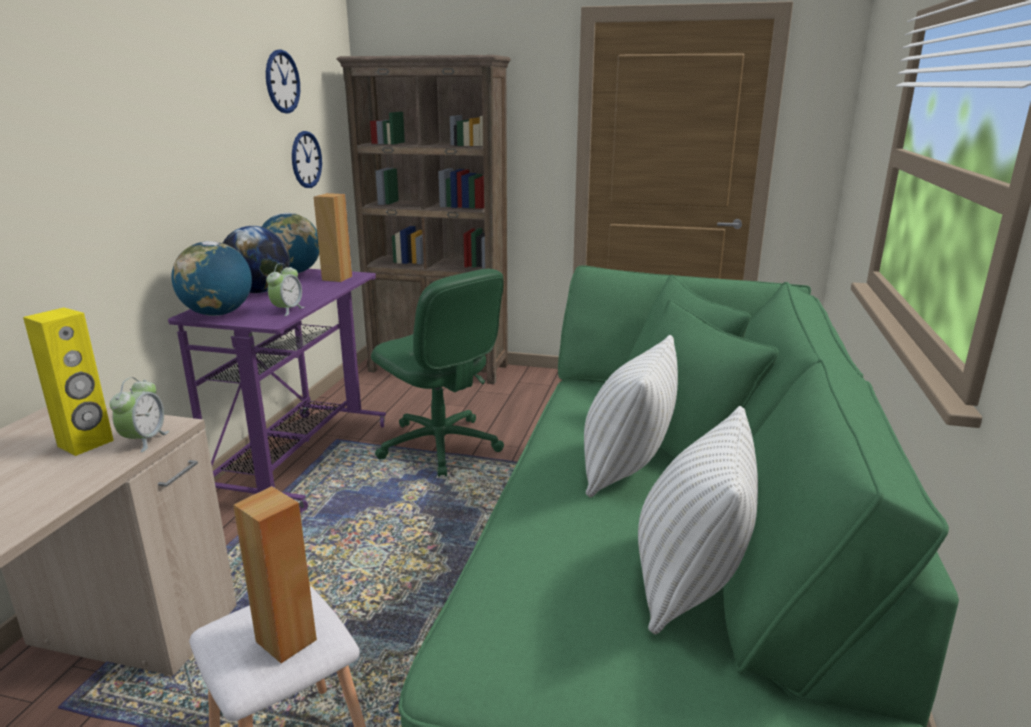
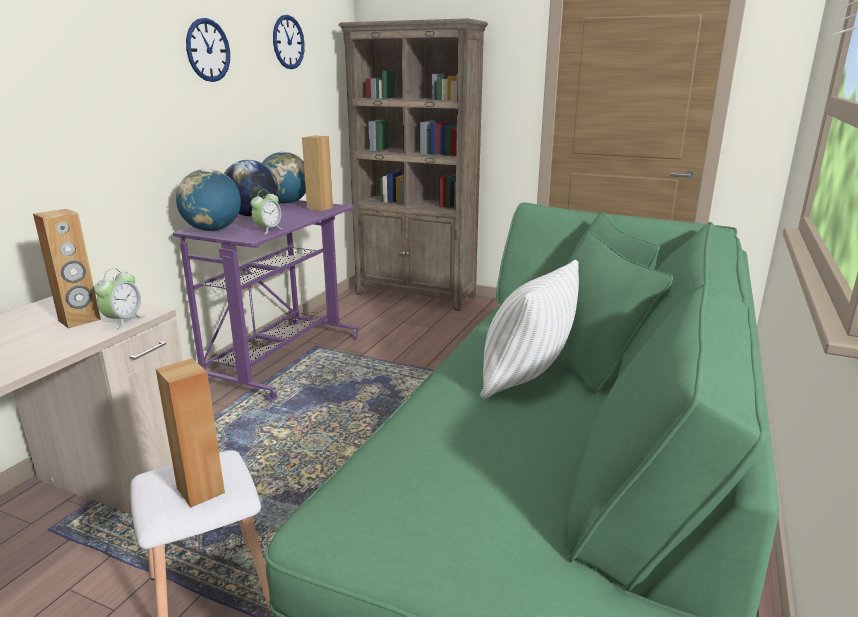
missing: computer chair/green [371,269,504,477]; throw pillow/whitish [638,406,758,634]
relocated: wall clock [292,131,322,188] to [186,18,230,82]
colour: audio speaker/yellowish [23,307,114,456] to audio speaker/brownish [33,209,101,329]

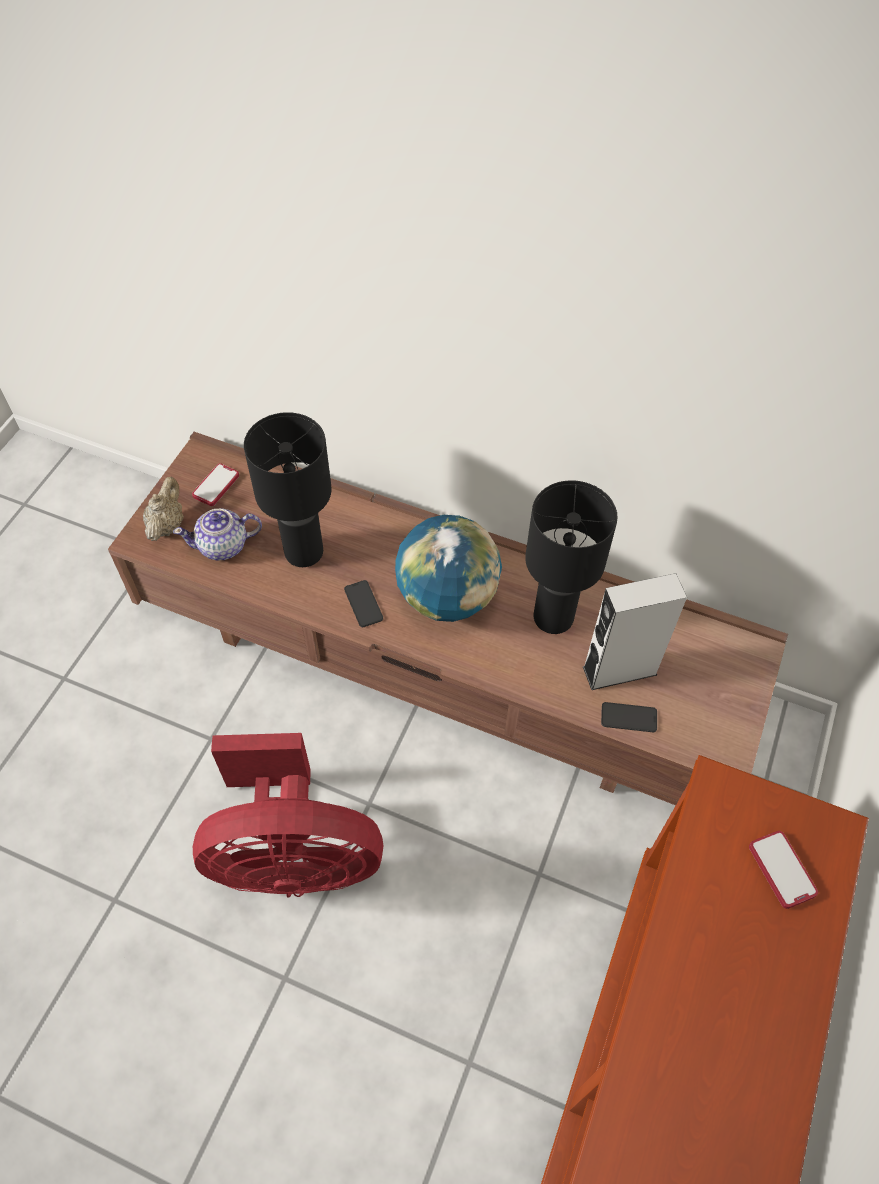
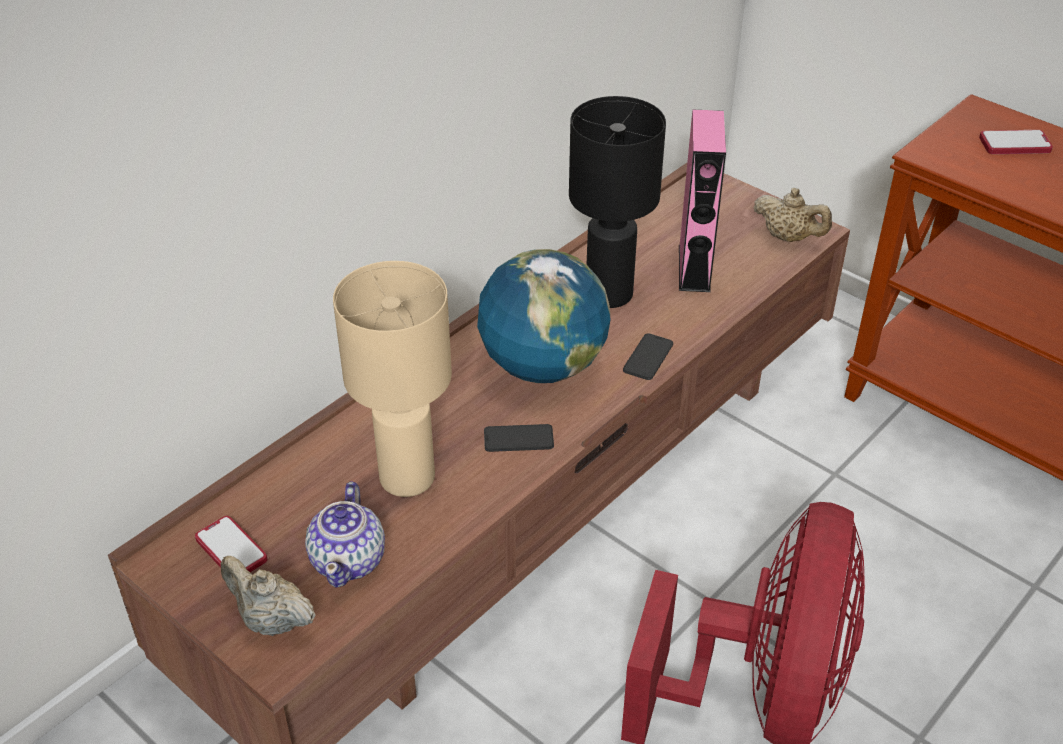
appeared: tea pot/sand-coloured [753,188,832,242]
relocated: phone [601,702,657,732] to [623,333,673,380]
colour: tabletop lamp/black-coloured [244,412,332,567] to tabletop lamp/sand-coloured [333,261,452,497]; audio speaker/gray [582,573,687,690] to audio speaker/pinkish [679,109,726,292]

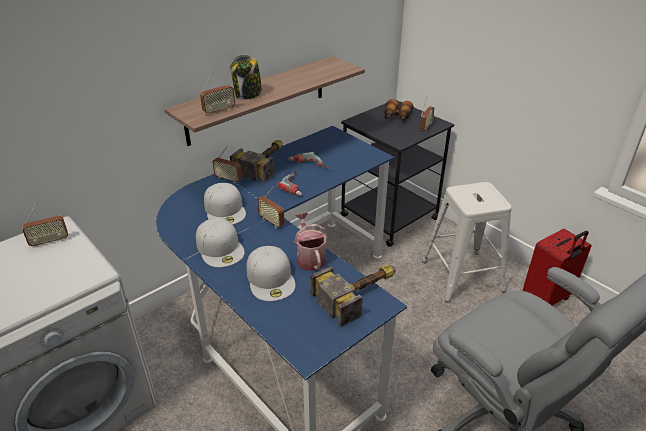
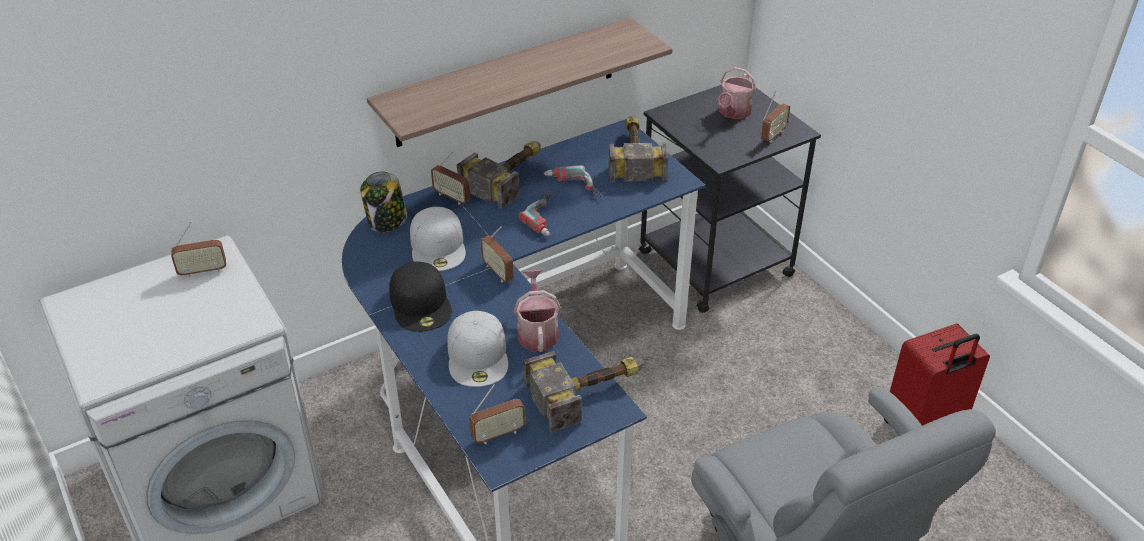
missing: stool seat/whitish [422,182,512,302]
appeared: tool hammer [609,116,668,182]
relocated: storage jar [230,55,262,100] to [360,171,407,232]; radio receiver [200,71,235,115] to [469,384,525,444]
exchanged: binoculars [384,99,414,121] to sprinkling can [718,67,756,119]
colour: baseball cap/whitish [196,218,245,268] to baseball cap/black-coloured [389,262,452,332]

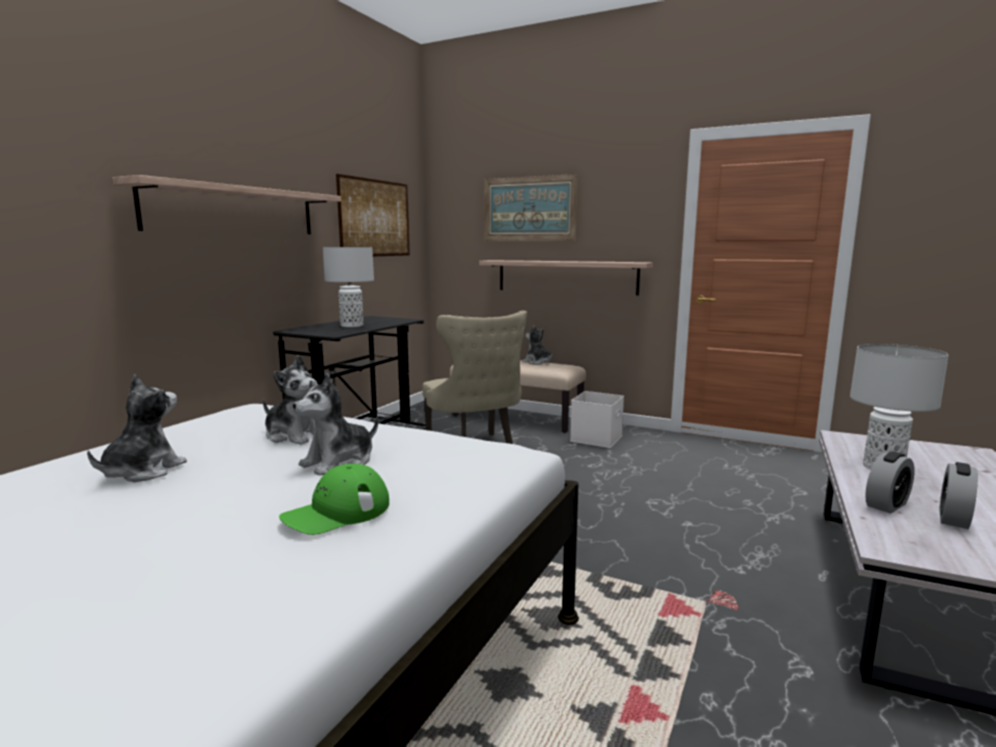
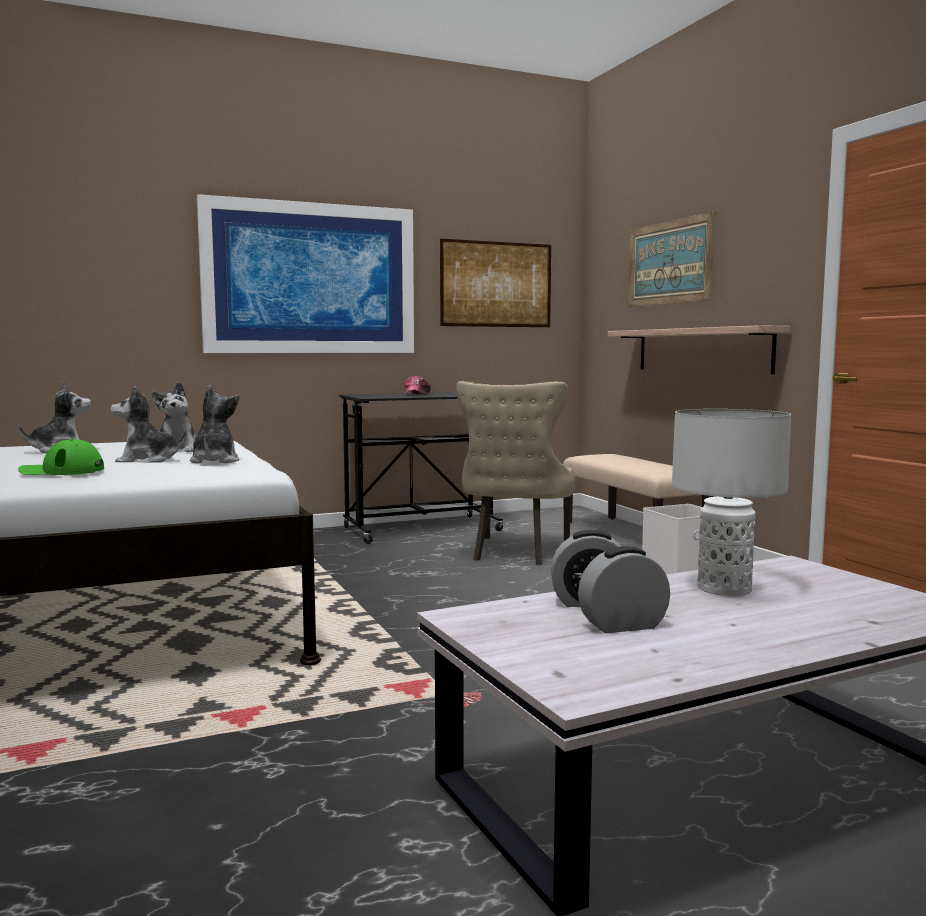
relocated: soft toy [523,325,553,365] to [190,385,239,464]
exchanged: bracket shelf [112,175,341,234] to wall picture [197,194,414,353]; tabletop lamp/whitish [323,247,374,327] to baseball cap [404,375,431,396]

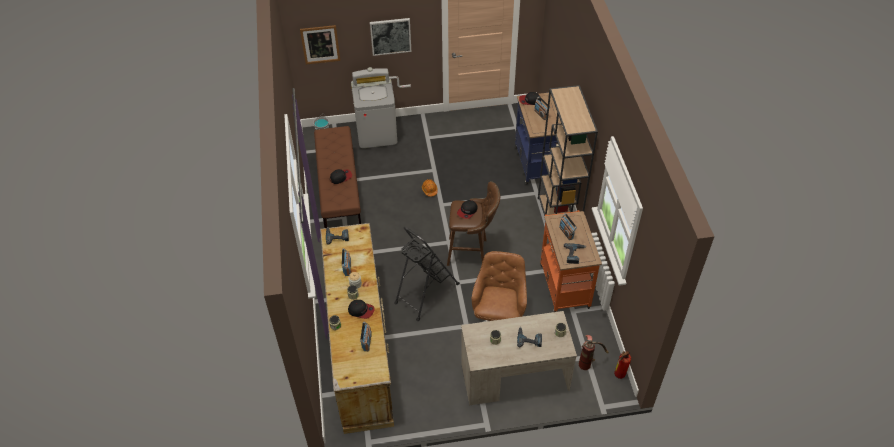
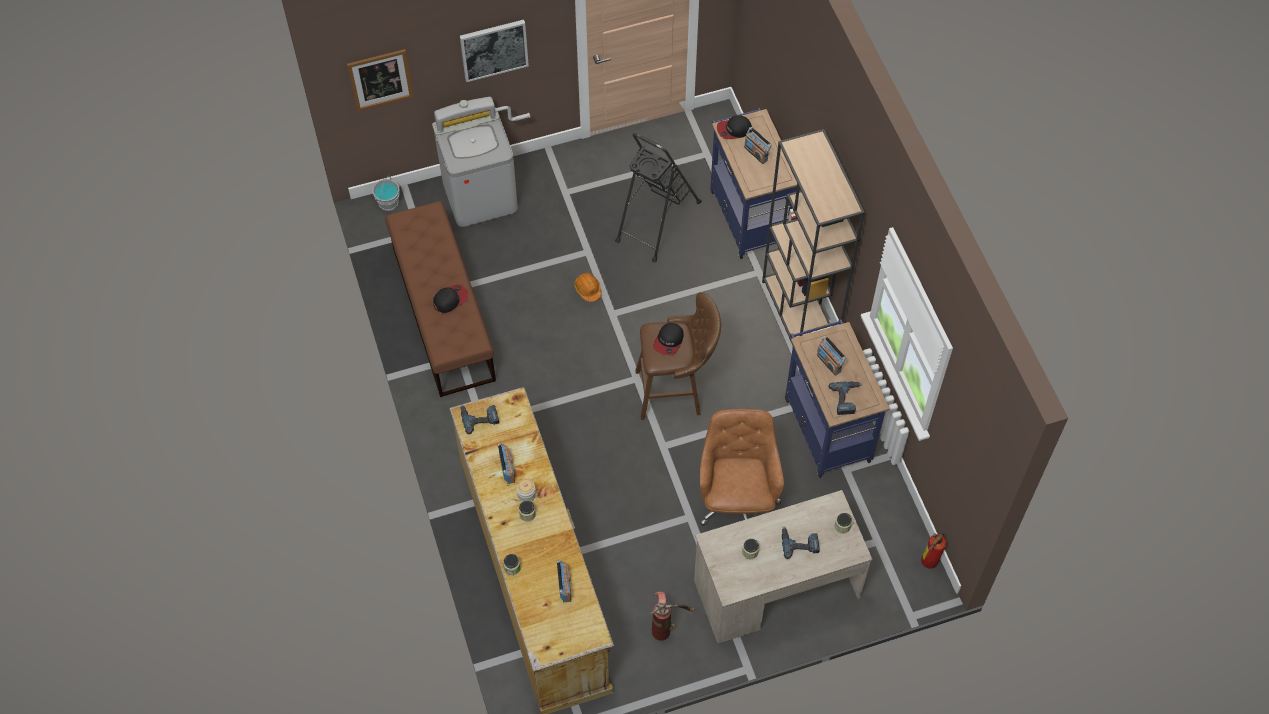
missing: baseball cap [348,300,375,319]
relocated: stepladder [394,227,460,321] to [615,133,702,262]; fire-fighting cylinder [579,335,609,370] to [650,591,695,641]
colour: trolley/orange [540,210,602,312] to trolley/blue-coloured [785,319,889,478]

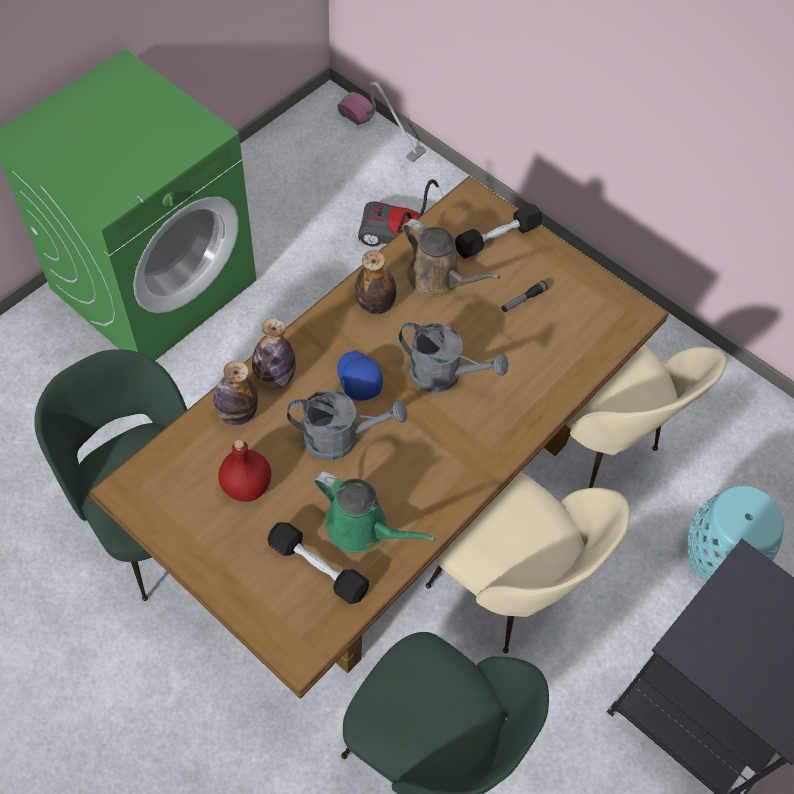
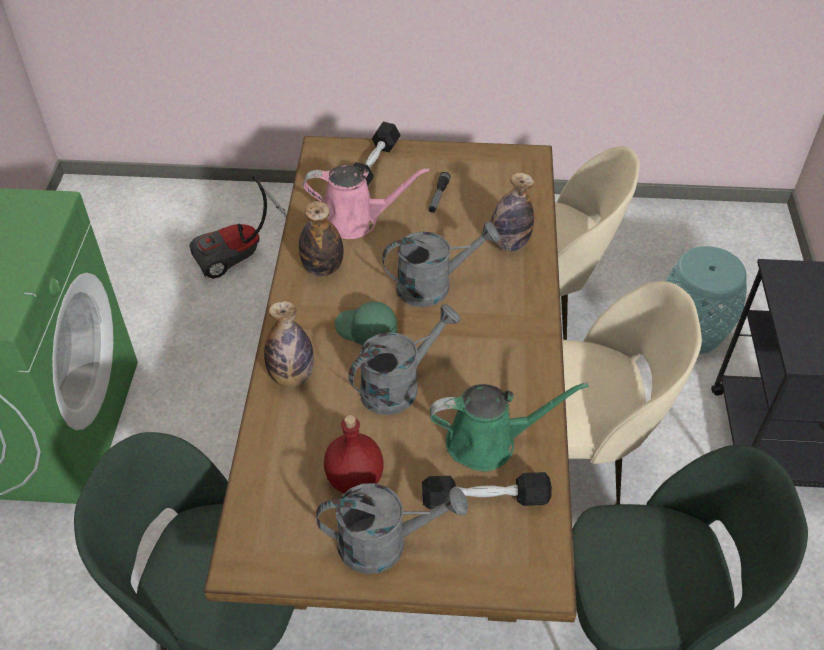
missing: vacuum cleaner [337,82,426,162]
appeared: sprinkling can/gray [316,483,468,574]
relocated: drink bottle [213,361,258,426] to [491,172,534,251]
colour: sprinkling can/brownish [403,219,500,297] to sprinkling can/pinkish [303,165,430,239]; baseball cap/blue-coloured [337,351,383,401] to baseball cap/green [335,301,397,345]

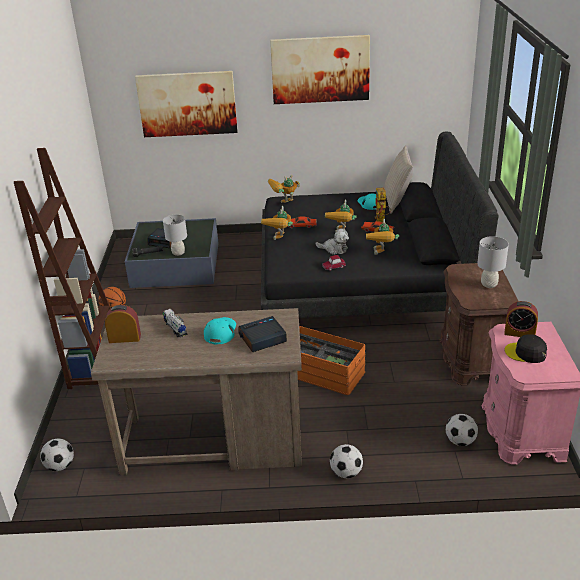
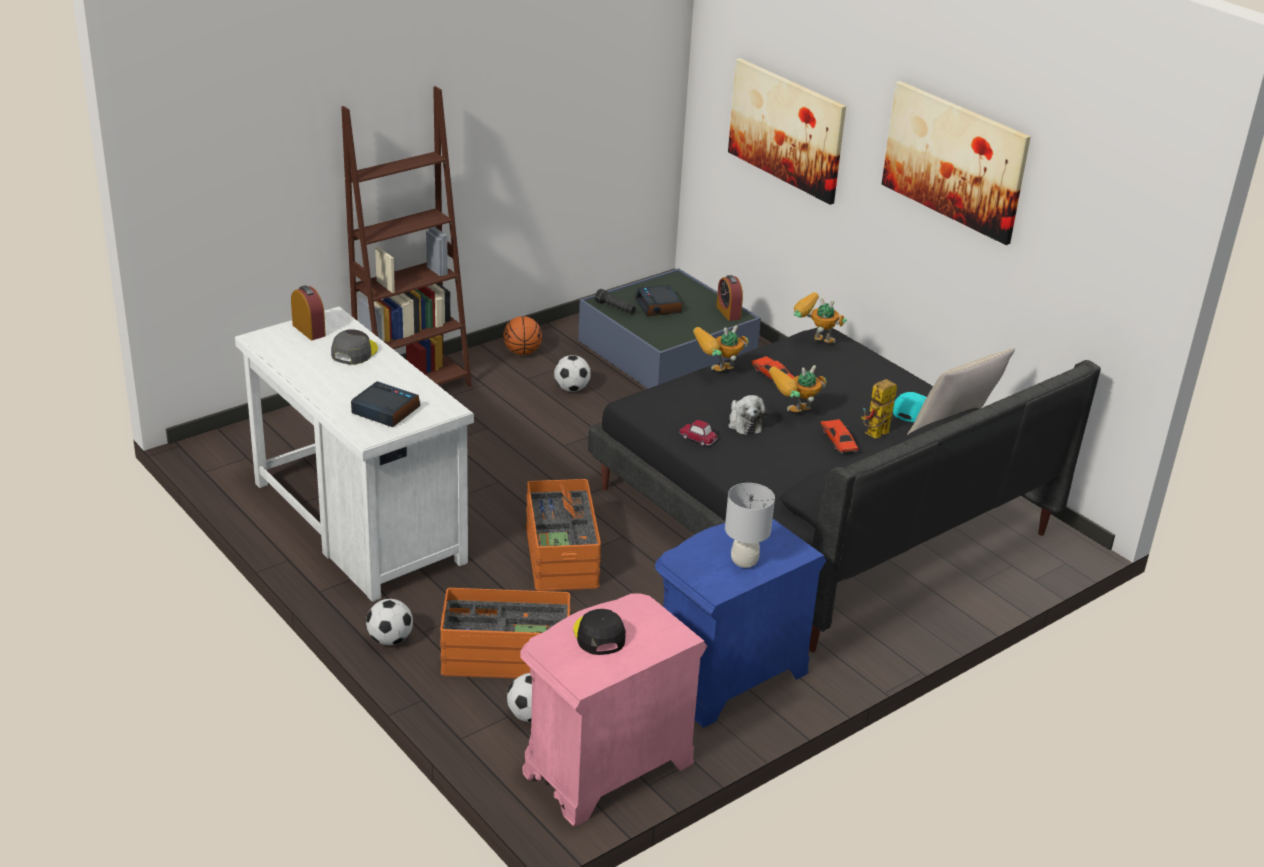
missing: tabletop lamp/gray [163,214,187,256]; toy robot [366,219,399,255]; baseball cap/turquoise [204,317,236,344]
appeared: storage box/orange [440,588,570,679]
relocated: bedside clock [504,301,538,337] to [716,275,743,321]; football ball [40,438,74,471] to [554,355,591,392]
exchanged: toy lorry [163,309,188,337] to baseball cap/gray [331,329,378,365]
colour: nightstand/brownish [439,263,518,386] to nightstand/blue-coloured [655,519,826,728]; desk table/brownish [91,308,302,475] to desk table/whitish [235,307,474,602]

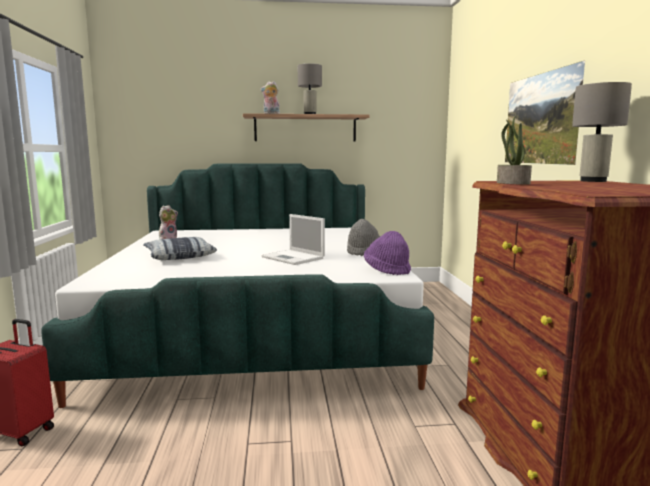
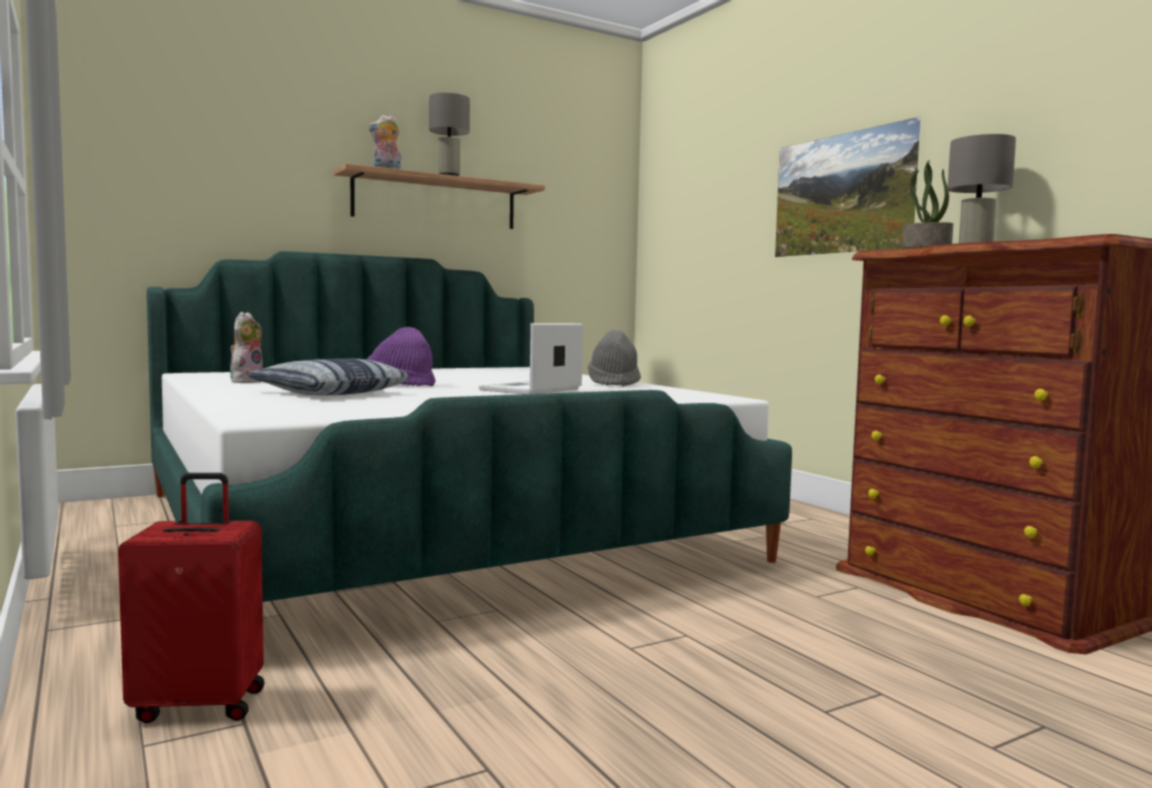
relocated: hat/purplish [364,231,411,275] to [367,327,436,386]
spun: portable computer [261,214,325,265] = [479,323,583,394] 105 degrees clockwise

